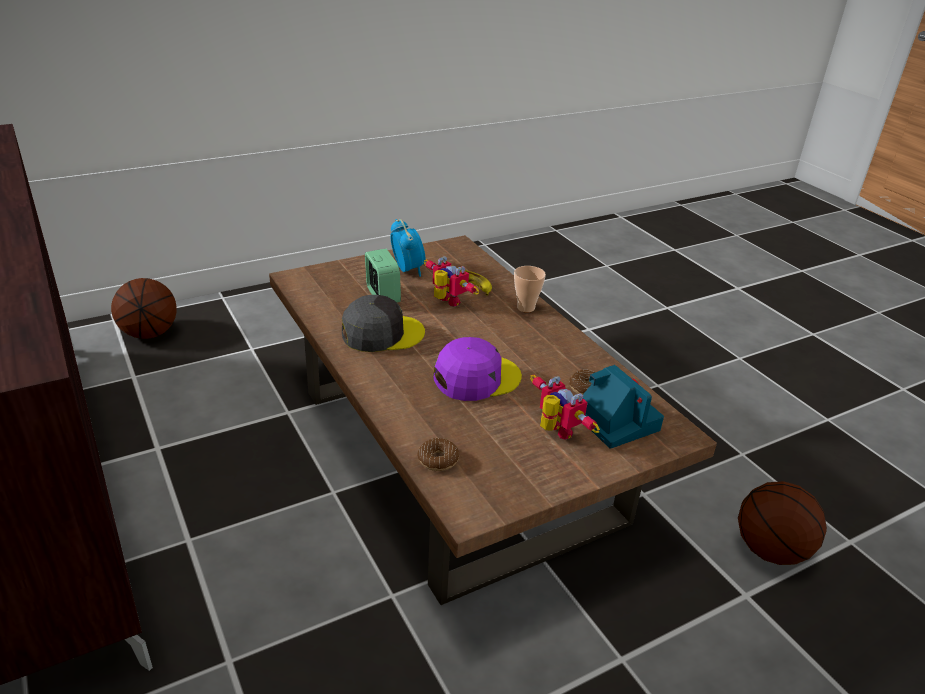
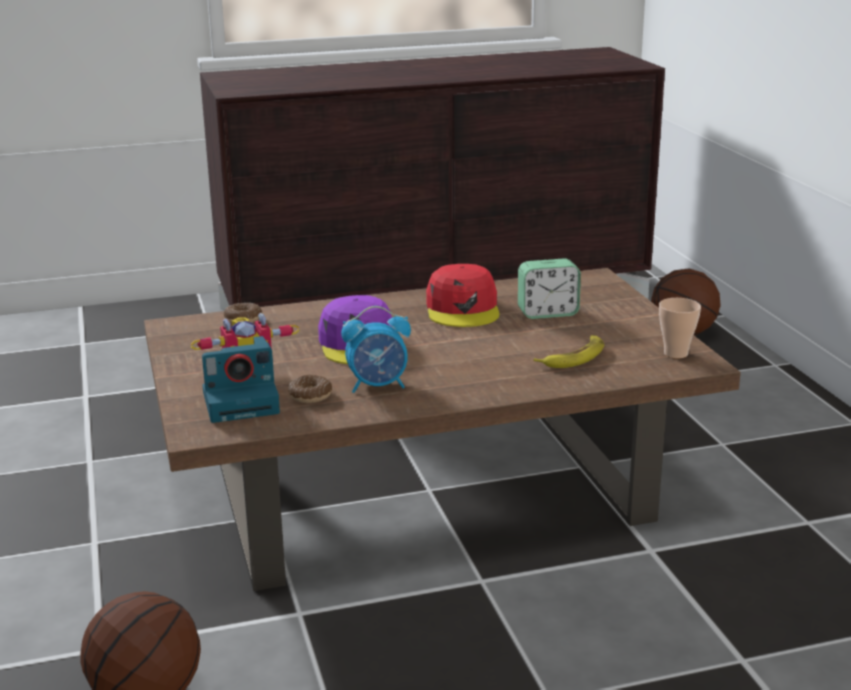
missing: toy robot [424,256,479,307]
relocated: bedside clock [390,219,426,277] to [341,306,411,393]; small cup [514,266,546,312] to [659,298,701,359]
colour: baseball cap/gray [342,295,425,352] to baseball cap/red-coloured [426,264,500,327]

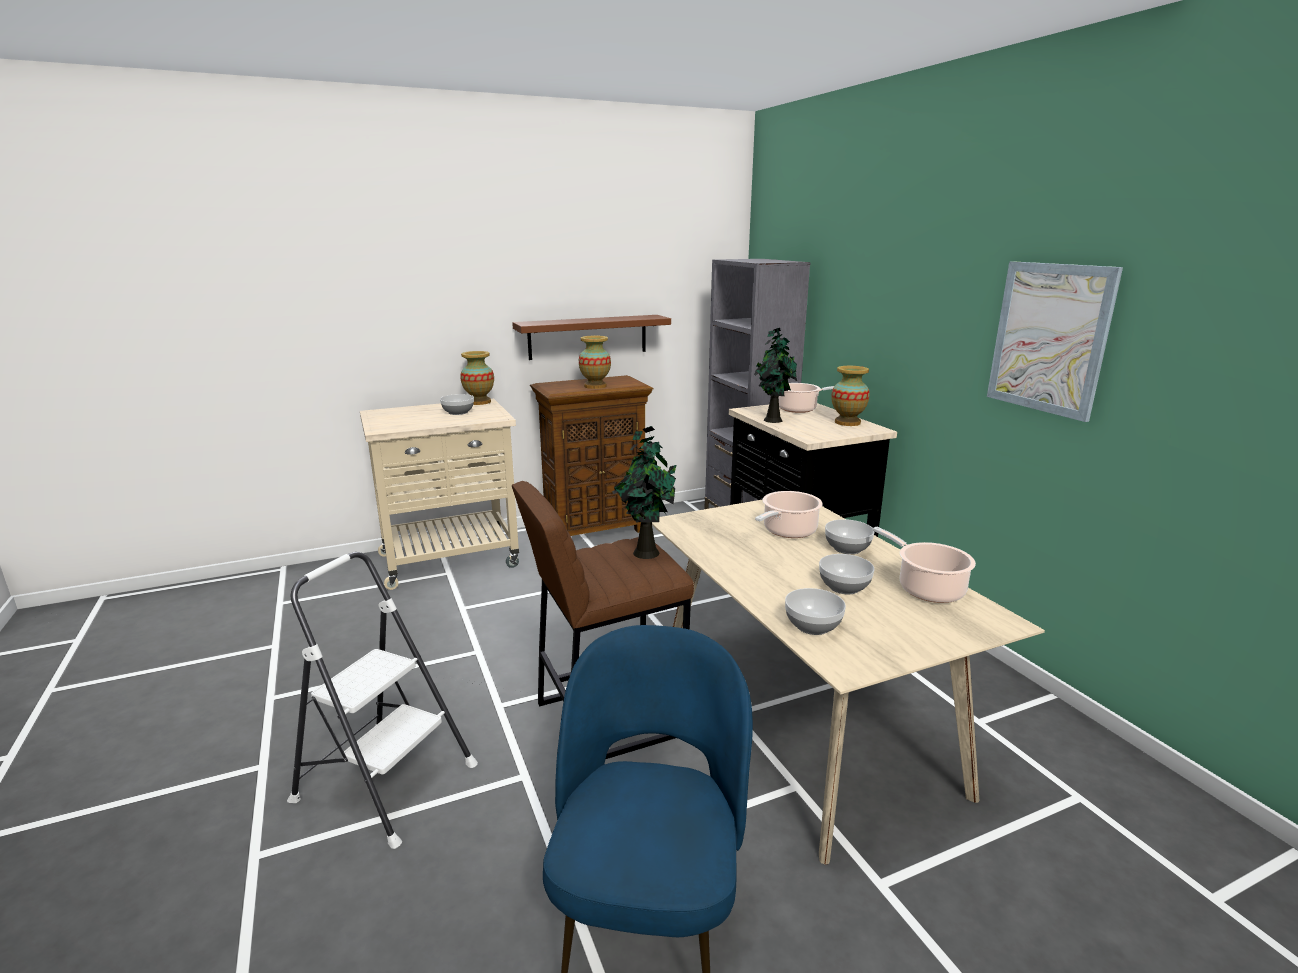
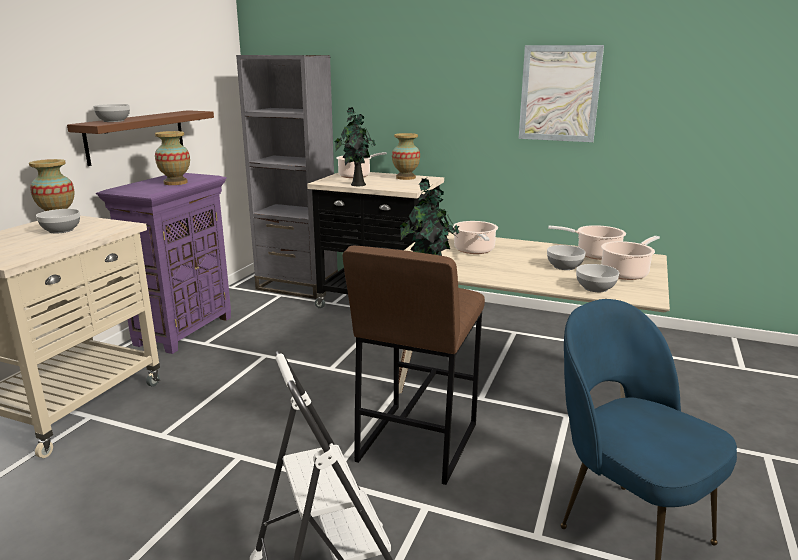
appeared: saucepot [601,236,660,280]
relocated: bowl [825,519,874,554] to [93,104,130,122]
colour: cupboard/brownish [530,375,654,536] to cupboard/purplish [96,173,231,354]

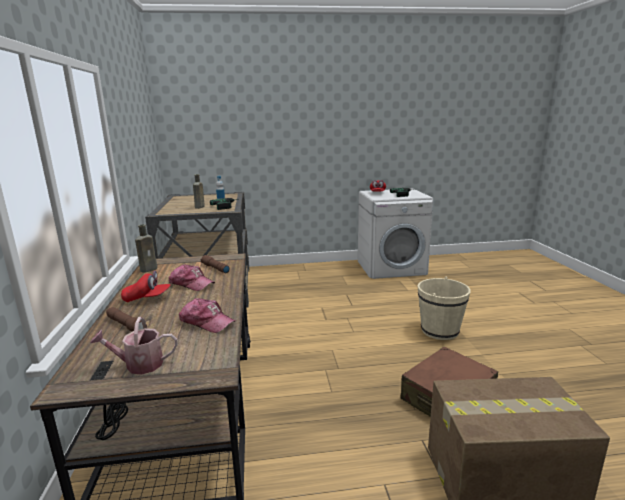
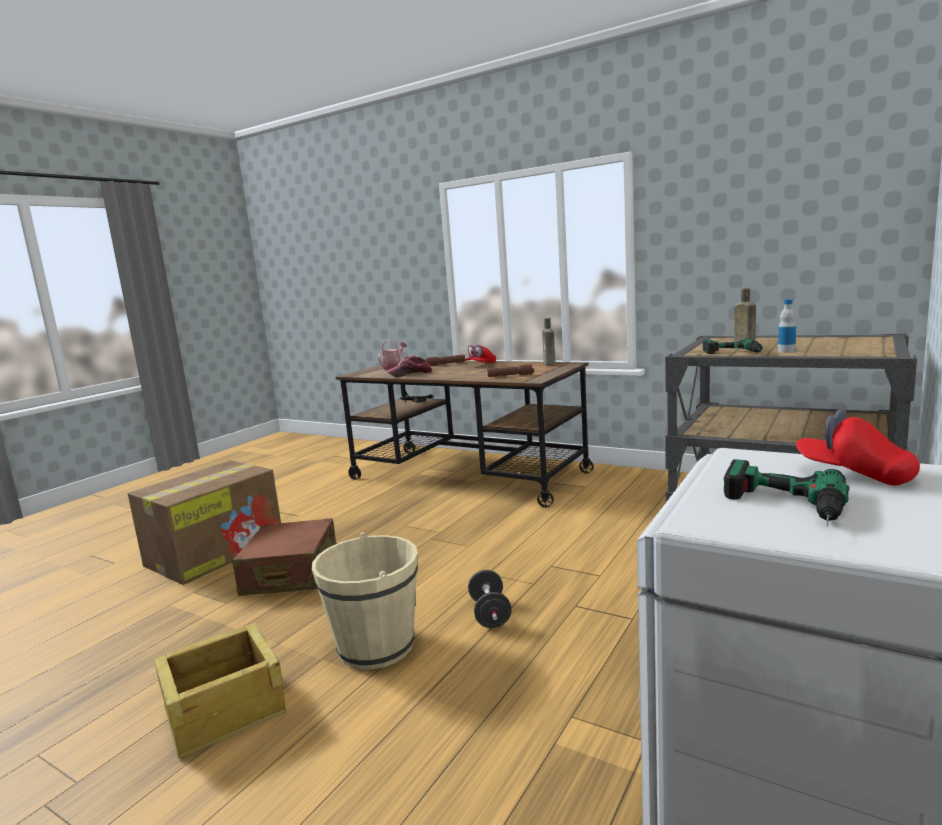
missing: baseball cap [169,264,215,291]
appeared: dumbbell/black-coloured [468,570,512,628]; crate [154,623,286,759]

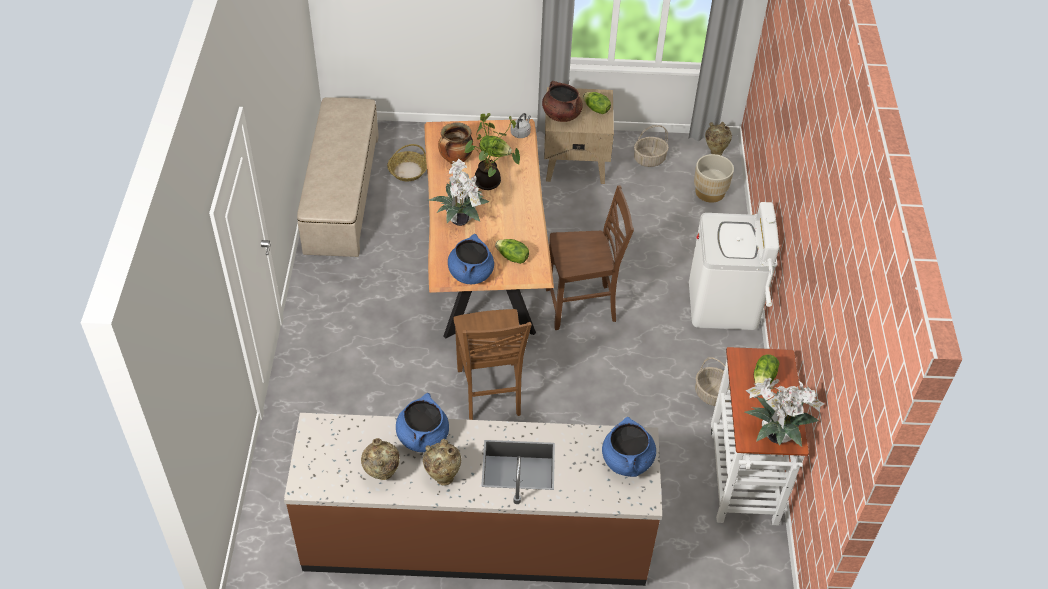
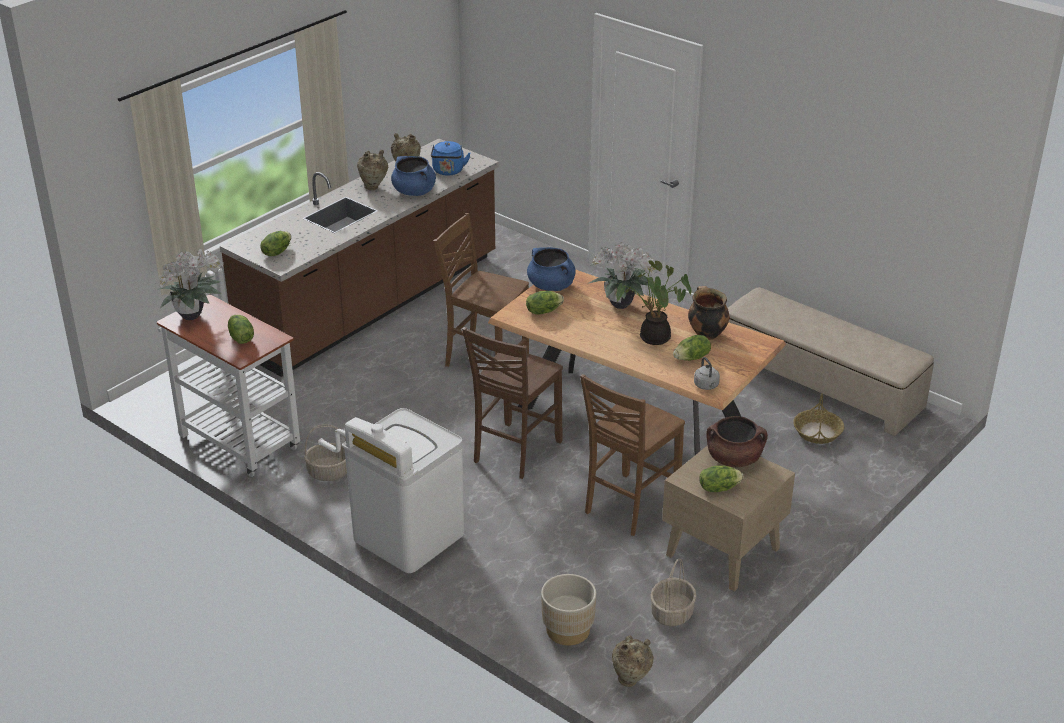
appeared: tea kettle/blue-coloured [431,141,471,176]; plain chair/brownish [580,374,685,536]
exchanged: saucepot/blue-coloured [602,417,656,477] to lettuce head [260,231,291,256]

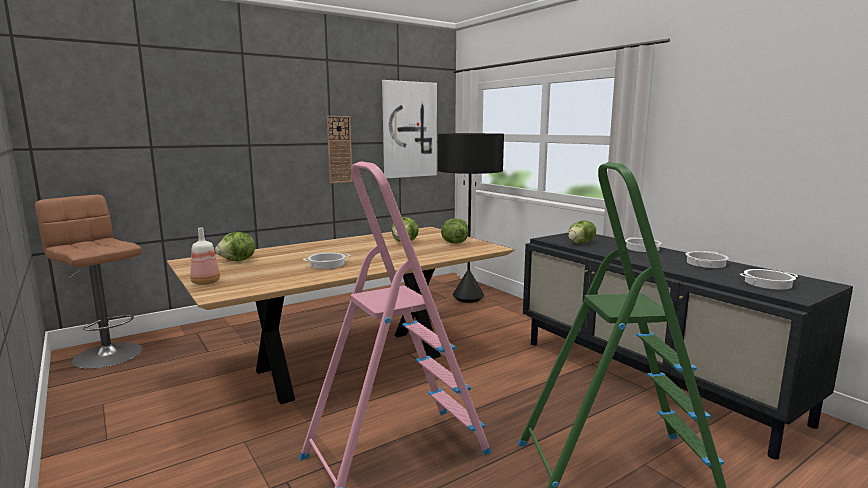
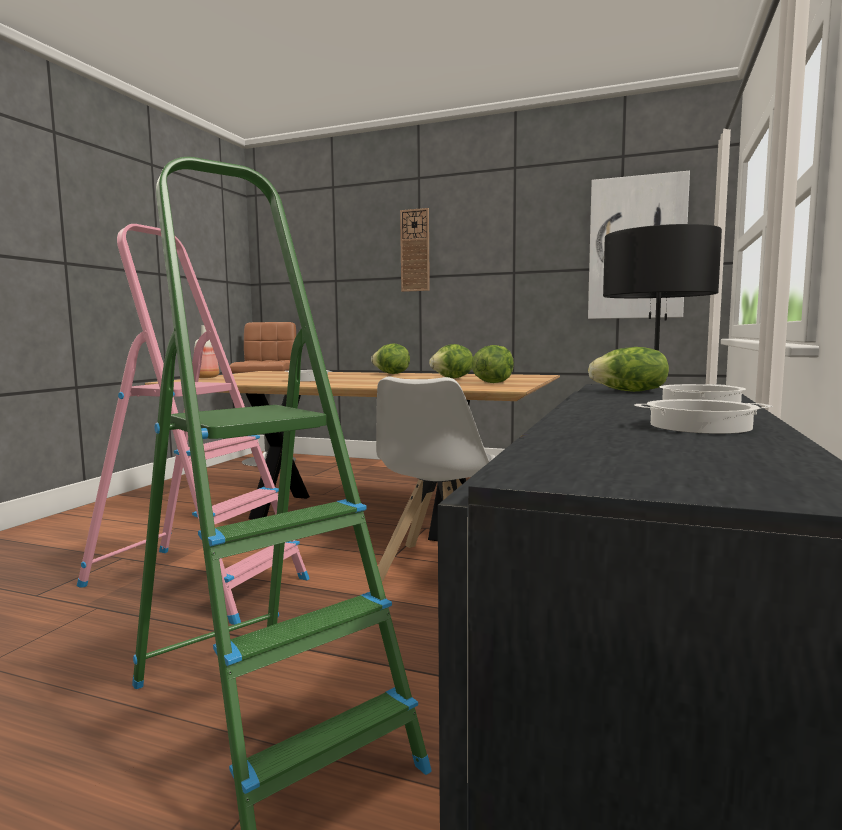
missing: saucepot [740,269,798,290]
appeared: plain chair [376,377,496,582]
relocated: wall clock [326,116,353,183] to [400,208,430,292]; lettuce head [215,232,255,261] to [371,344,410,374]

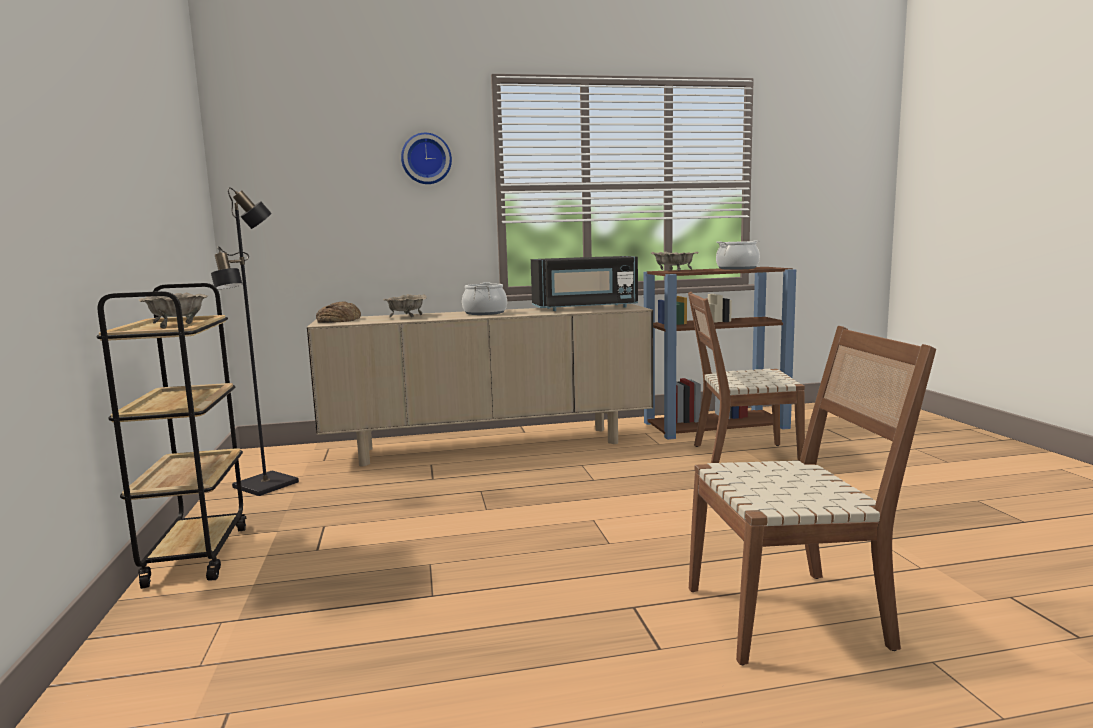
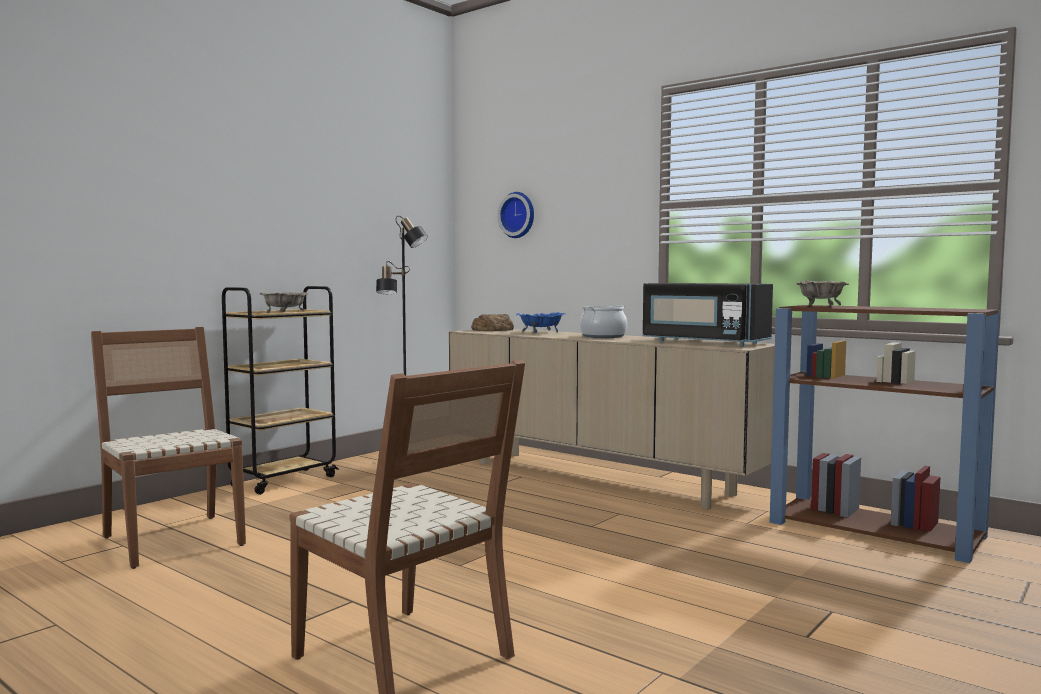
missing: saucepot [716,240,760,270]
relocated: wall clock [401,133,452,184] to [497,192,534,238]; plain chair [688,292,805,463] to [91,327,246,569]
colour: bowl/sand-coloured [383,294,427,317] to bowl/blue-coloured [516,312,566,333]

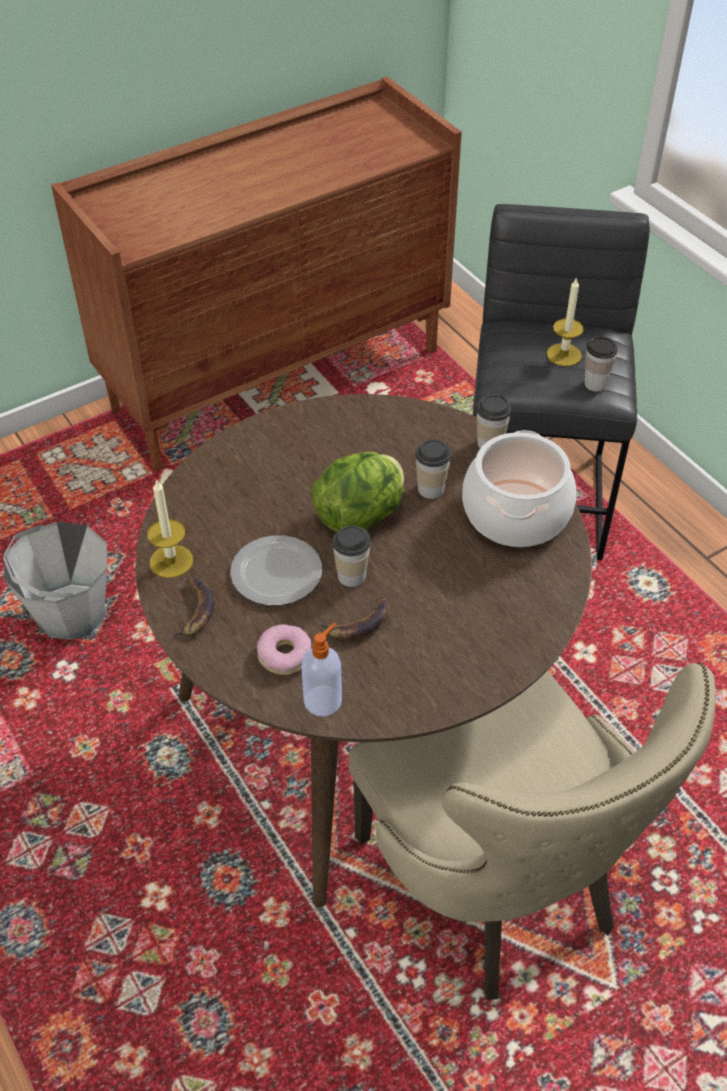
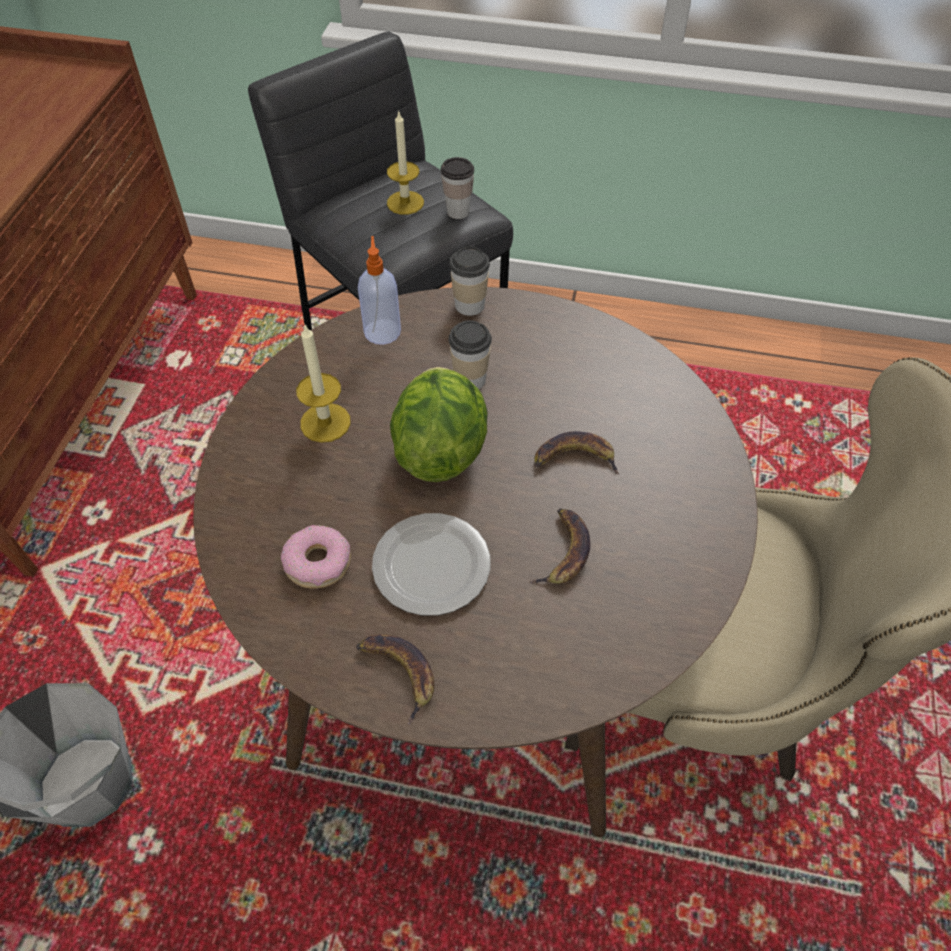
missing: saucepot [462,430,576,547]; small cup [332,526,371,587]
appeared: banana fruit [534,431,620,475]
relocated: wax candle [147,479,193,578] to [296,325,351,443]; liquid soap bottle [301,623,342,717] to [358,236,401,345]; doughnut [257,624,311,675] to [281,525,351,589]

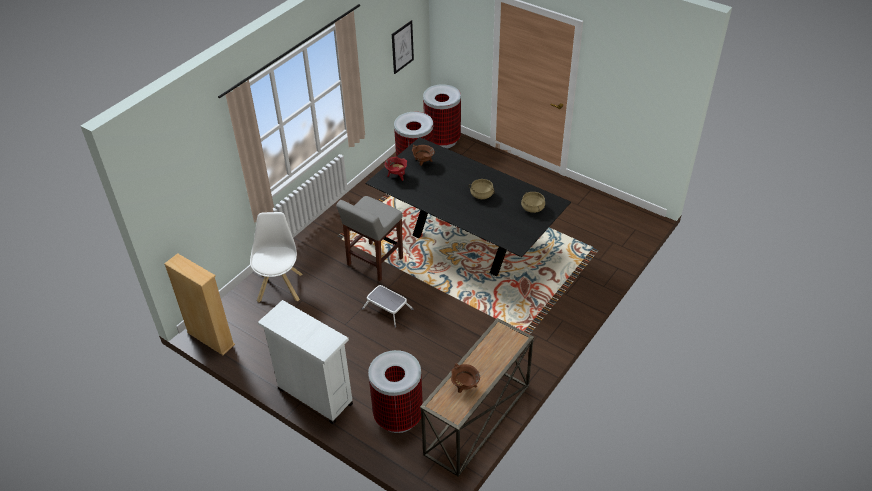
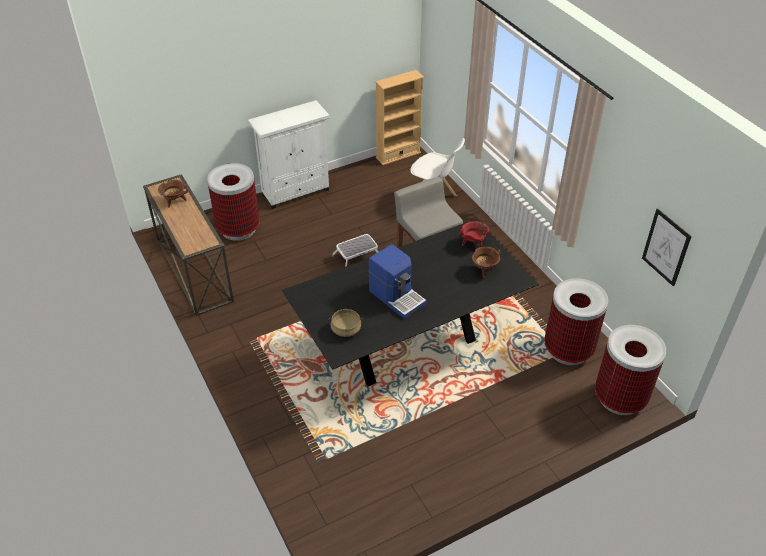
exchanged: saucepot/sand-coloured [469,179,495,199] to coffee machine [369,244,427,319]

